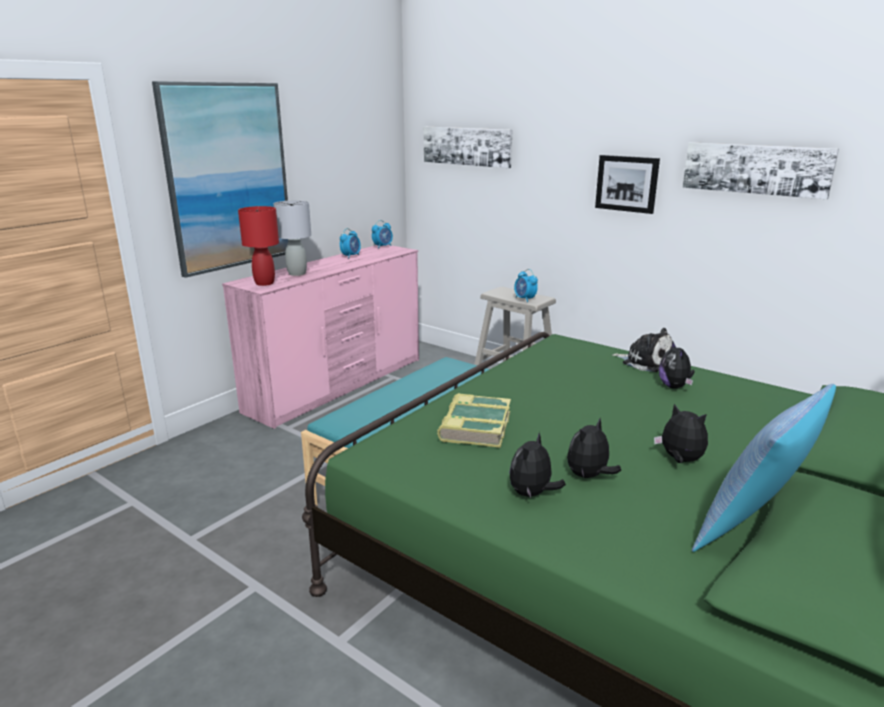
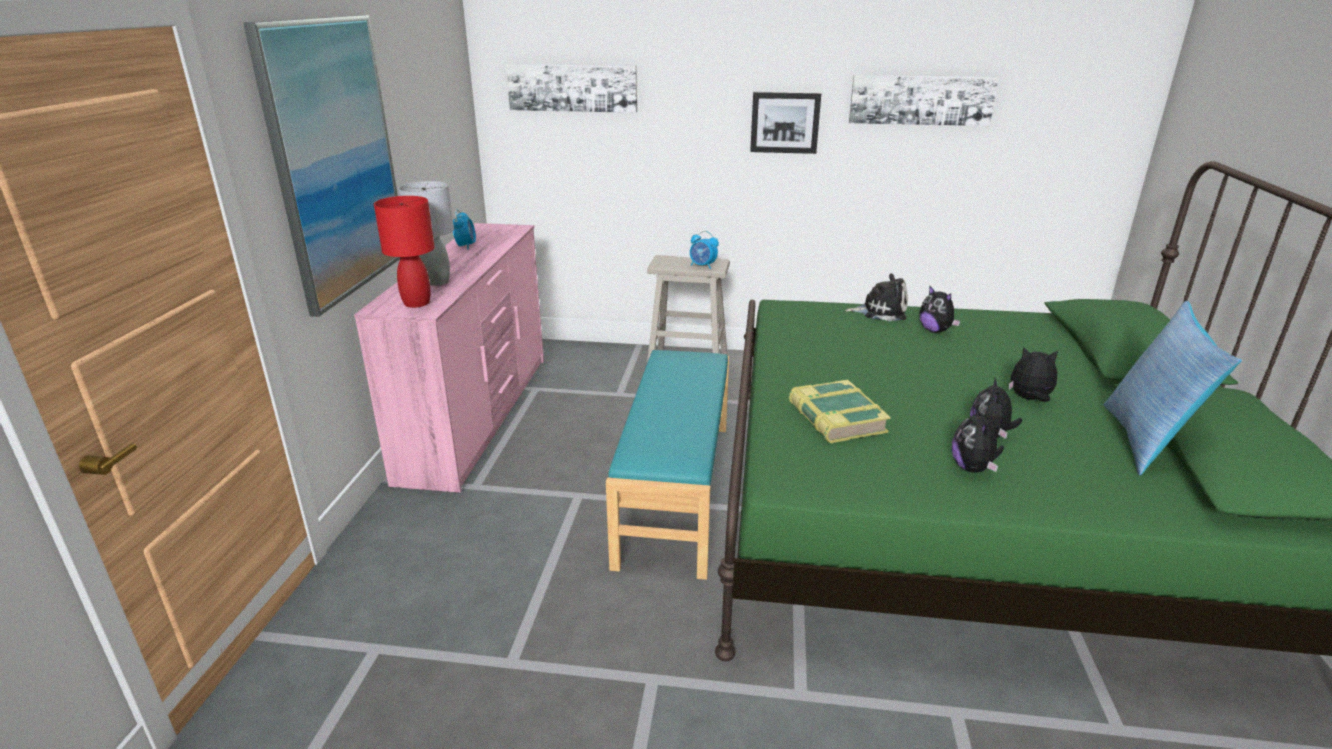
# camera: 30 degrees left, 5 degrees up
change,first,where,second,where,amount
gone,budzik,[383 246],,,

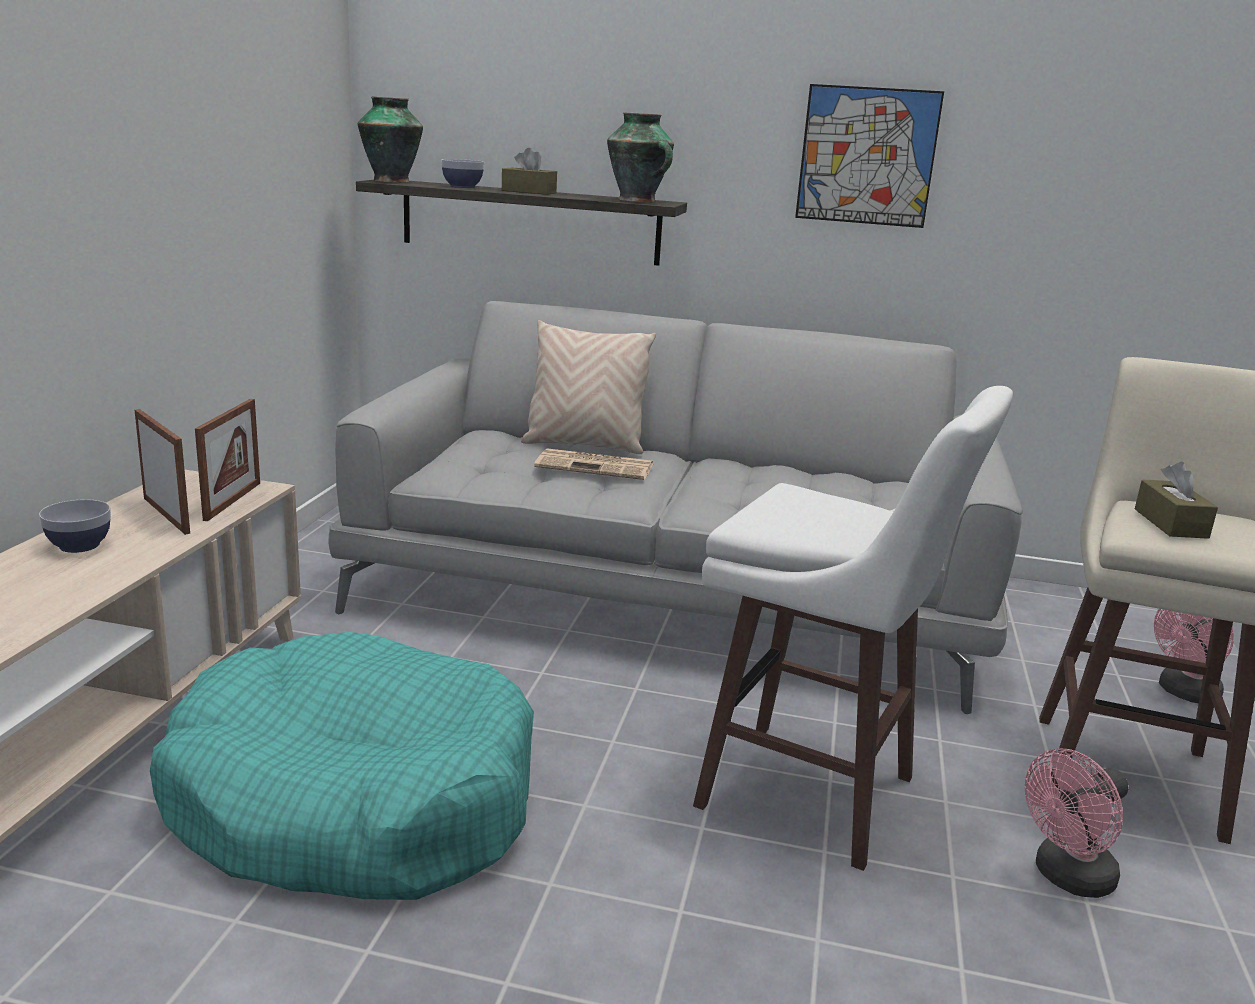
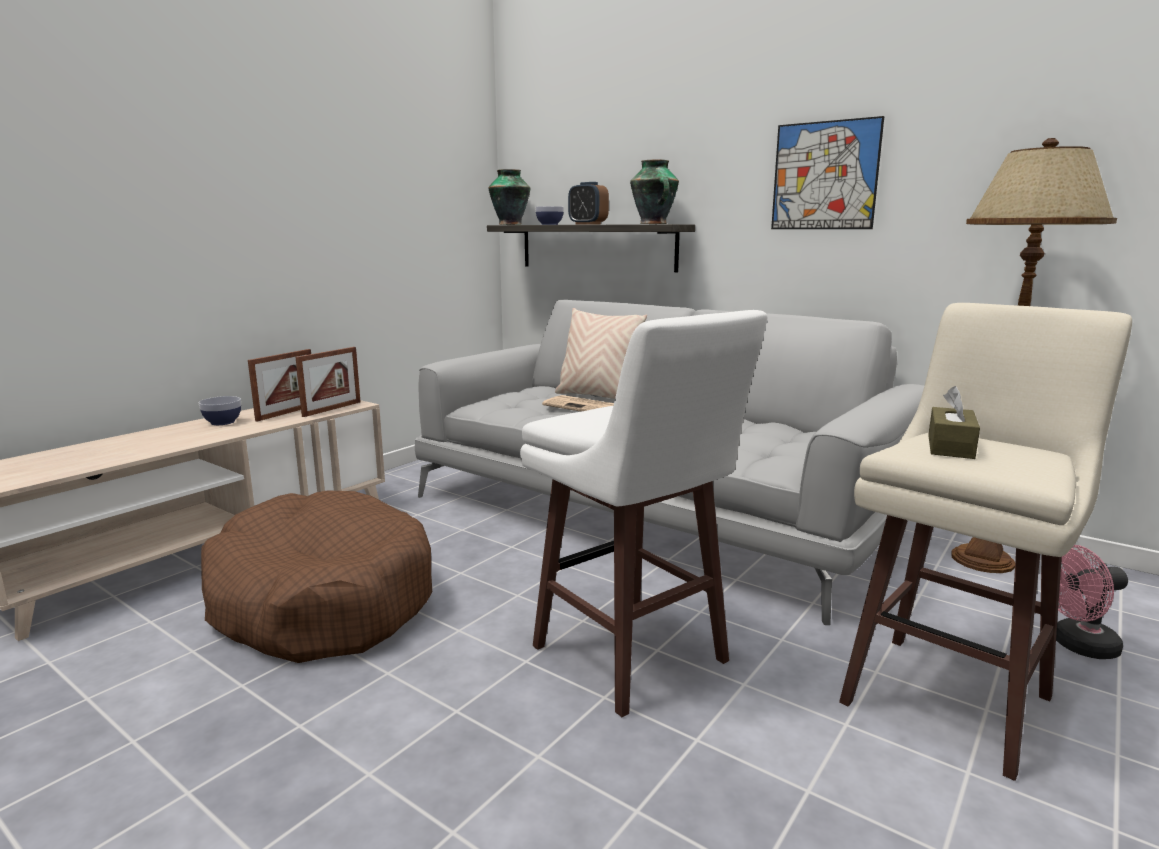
# camera: 25 degrees right, 5 degrees down
change,first,where,second,where,amount
rotated,ramka na zdjęcie,[166 515],,[287 413],45 degrees clockwise
repainted,legowisko [turkusowy],[353 801],legowisko [brązowy],[321 600],
swapped,pudełko chusteczek [brązowy],[529 192],budzik,[588 224],
gone,wentylator [różowy],[1067 878],,,
new,,,lampa stojąca [brązowy],[983 560],

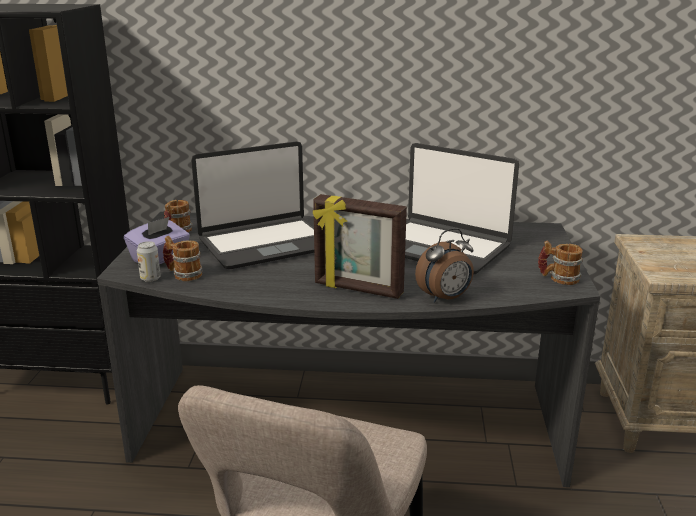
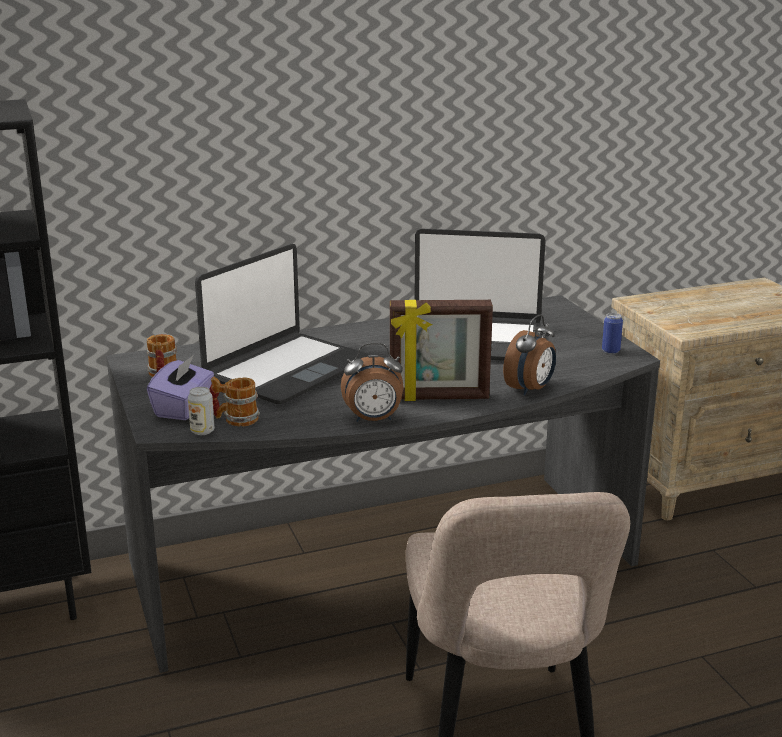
# camera: 25 degrees left, 0 degrees up
change,first,where,second,where,amount
swapped,kubek,[558 278],puszka,[610 351],
new,,,budzik,[373 420],

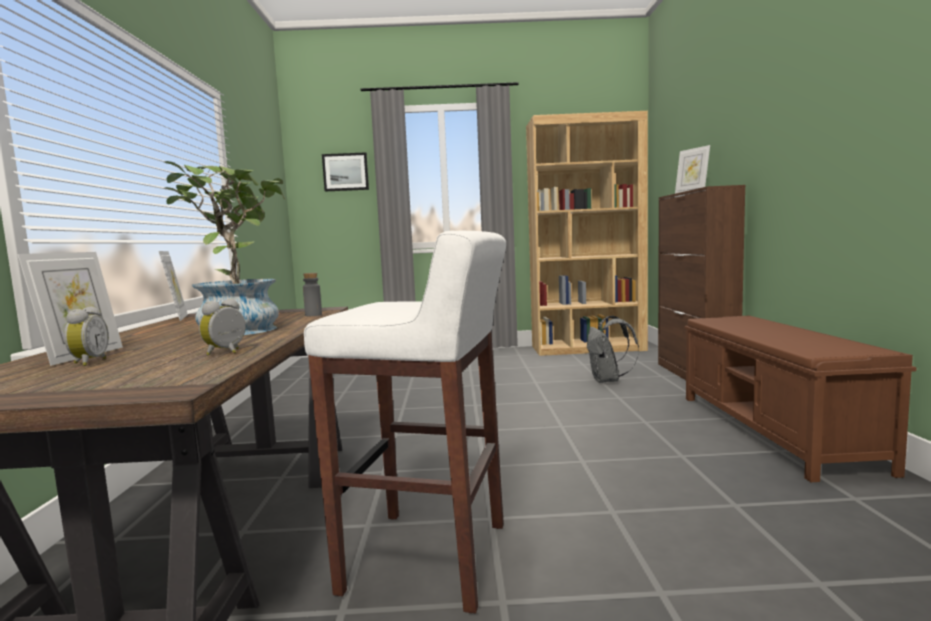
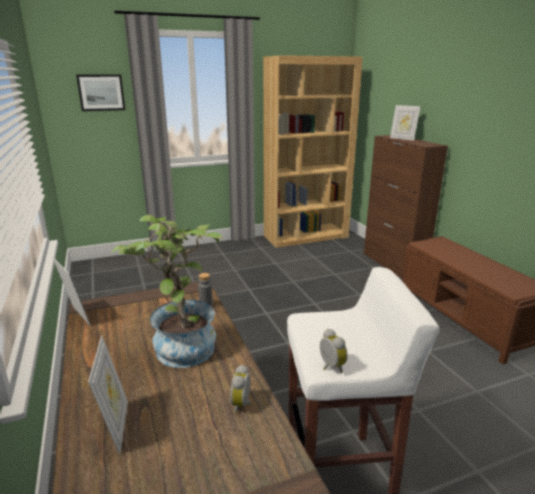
# camera: 20 degrees left, 15 degrees up
change,first,where,second,where,amount
shifted,budzik,[87 362],,[330 367],
gone,plecak [szary],[608 380],,,

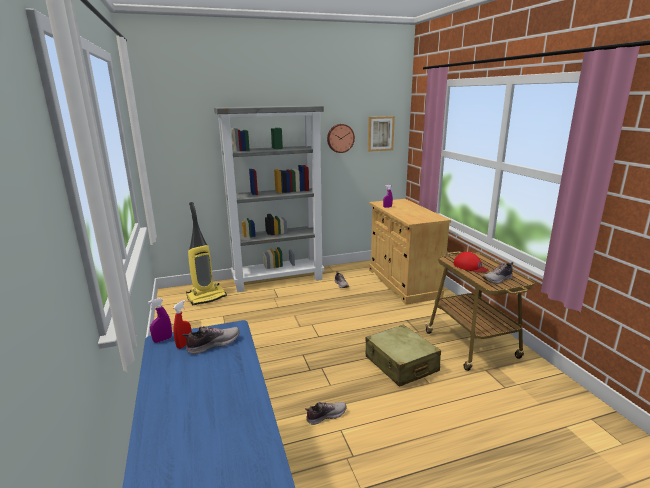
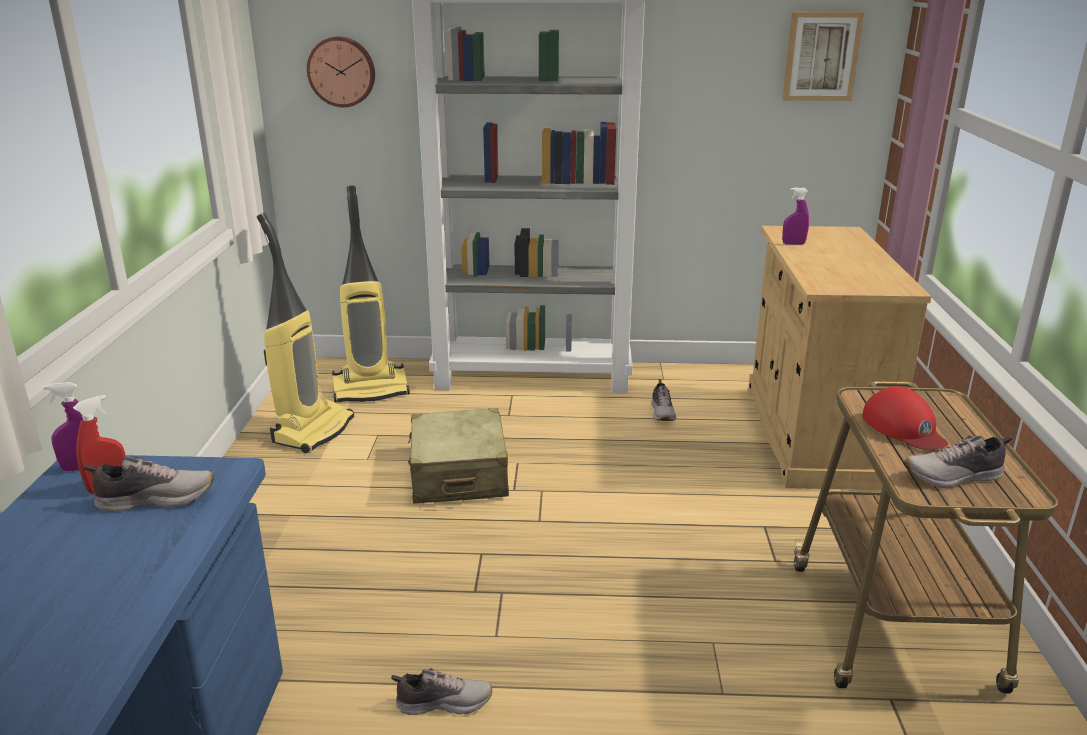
# camera: 20 degrees right, 5 degrees up
change,first,where,second,where,amount
shifted,zegar ścienny,[340 138],,[342 71],
shifted,walizka [beżowy],[401 364],,[459 474],
new,,,odkurzacz,[313 430],

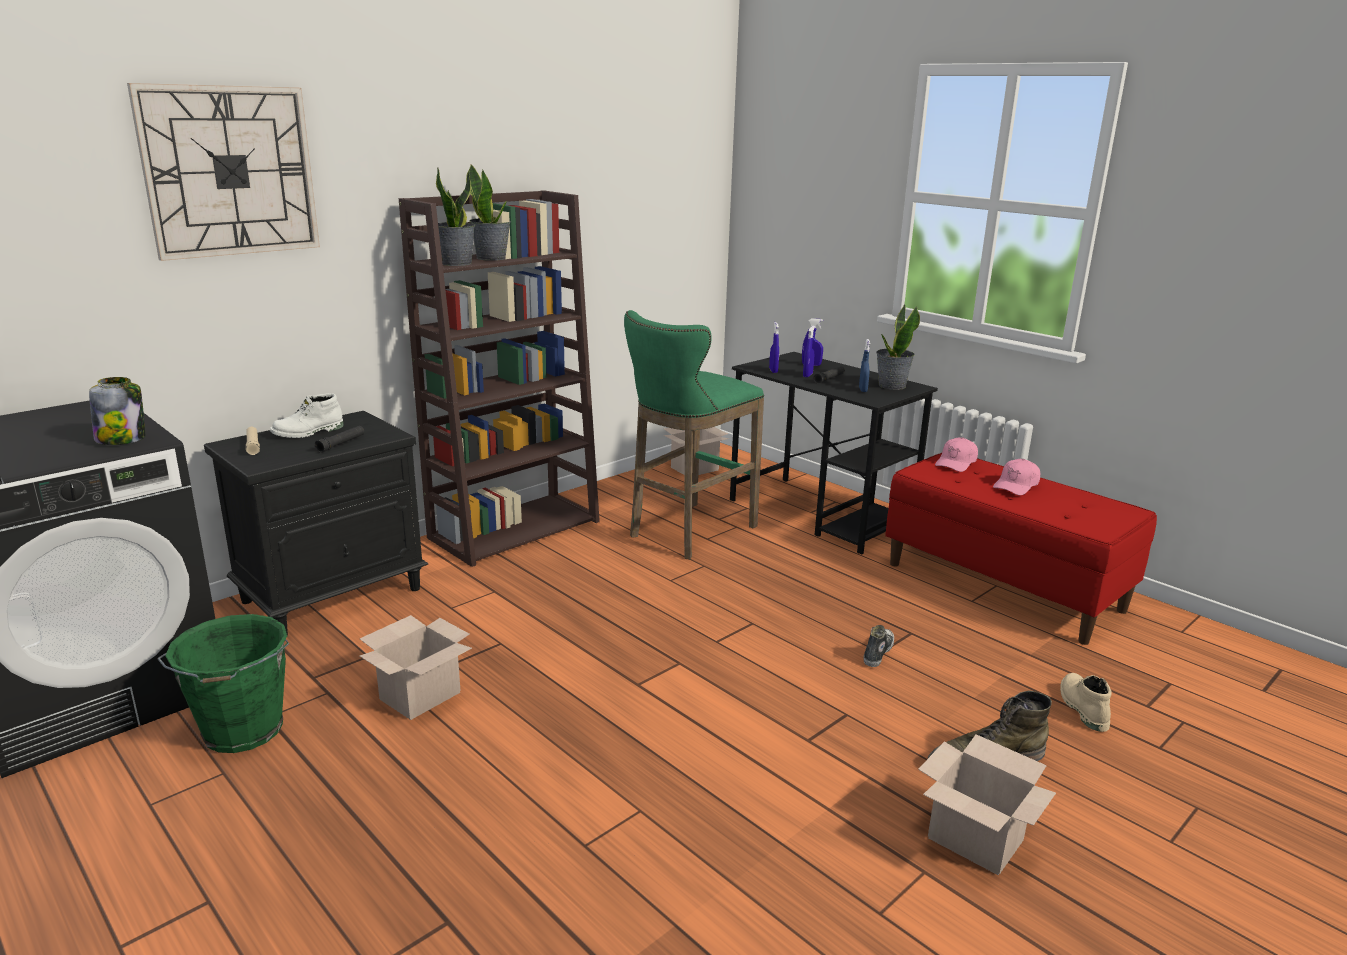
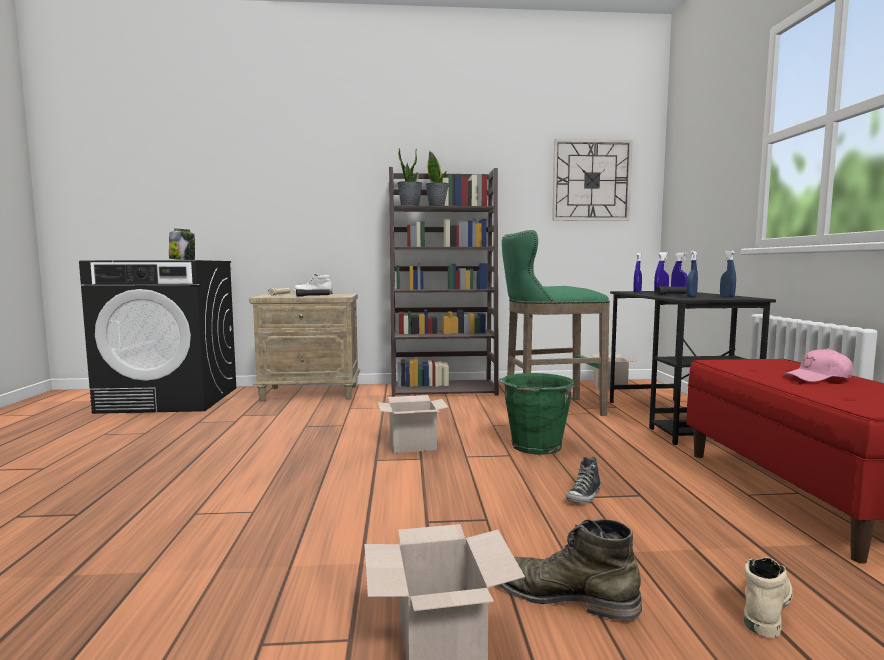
# camera: 40 degrees right, 15 degrees down
change,first,where,second,where,amount
shifted,zegar ścienny,[230 171],,[591 180],
shifted,wiadro [zielony],[242 732],,[535 447],
repainted,szafka nocna [czarny],[333 594],szafka nocna [beżowy],[311 393],
shifted,karton,[421 694],,[413 445],
rotated,but,[877 652],,[584 496],150 degrees clockwise
swapped,roślina doniczkowa,[891 386],spryskiwacz [niebieski],[727 297],
gone,czapka z daszkiem [różowy],[956 463],,,

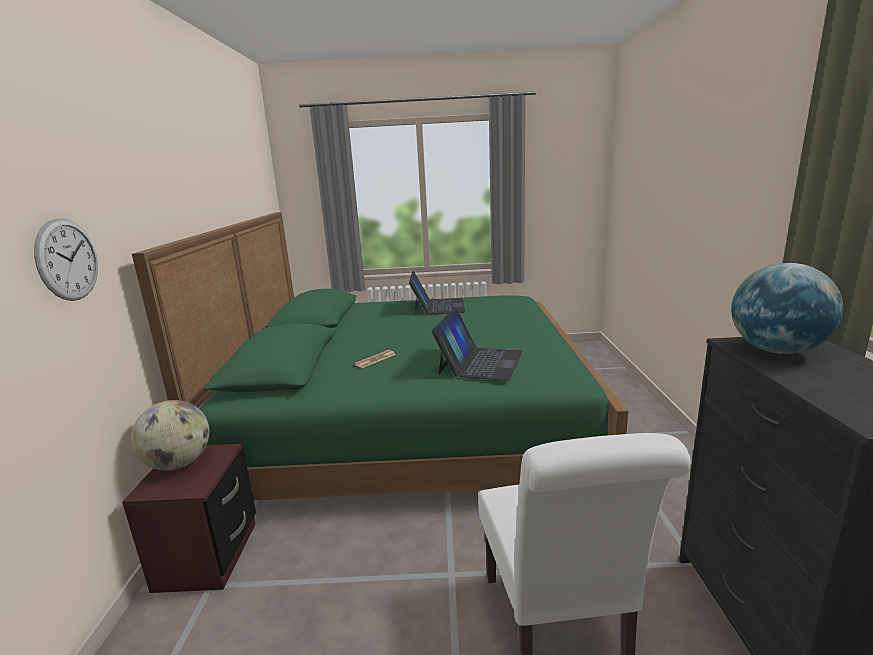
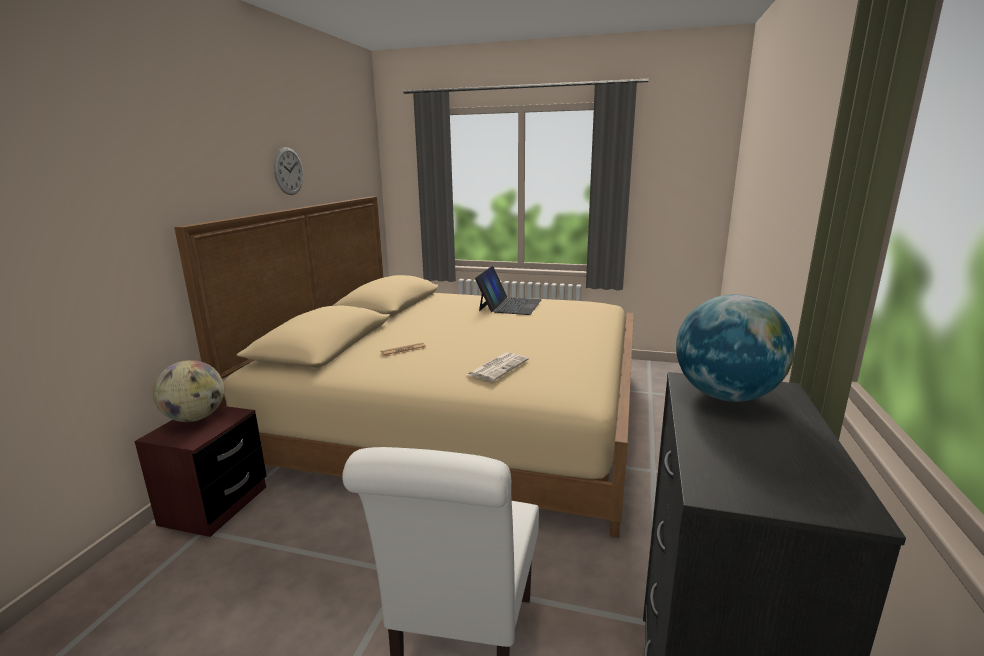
# camera: 15 degrees right, 0 degrees up
change,first,where,second,where,amount
shifted,zegar ścienny,[68 260],,[288 171],
repainted,łóżko [zielony],[414 416],łóżko [beżowy],[461 414],
swapped,laptop,[480 362],gazeta,[498 367],

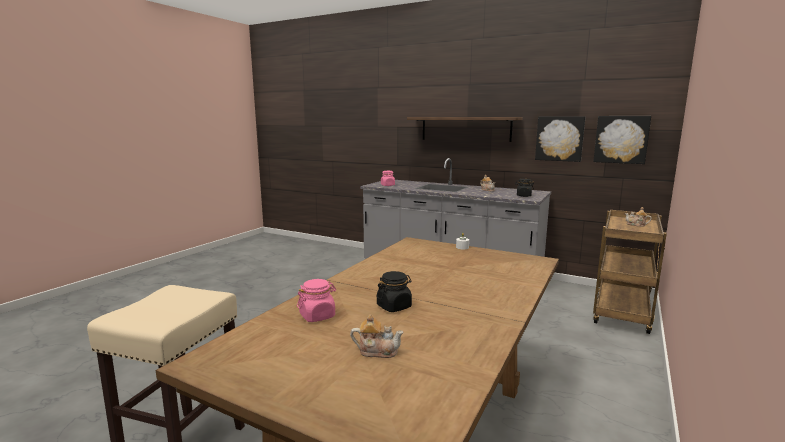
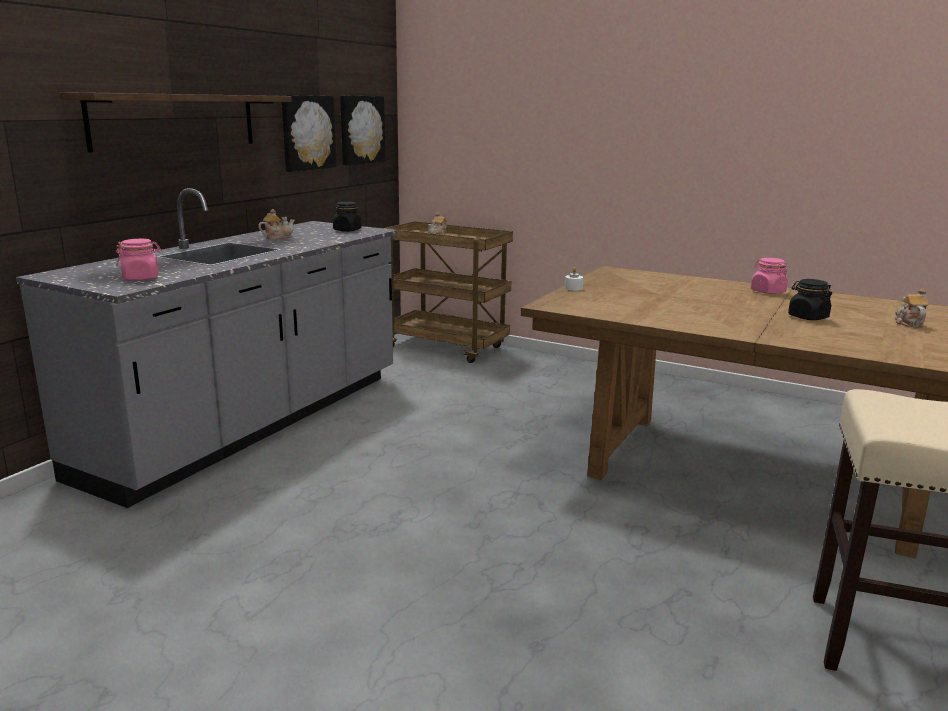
# camera: 90 degrees left, 5 degrees up
change,first,where,second,where,amount
shifted,słoik [różowy],[317 316],,[767 291],

